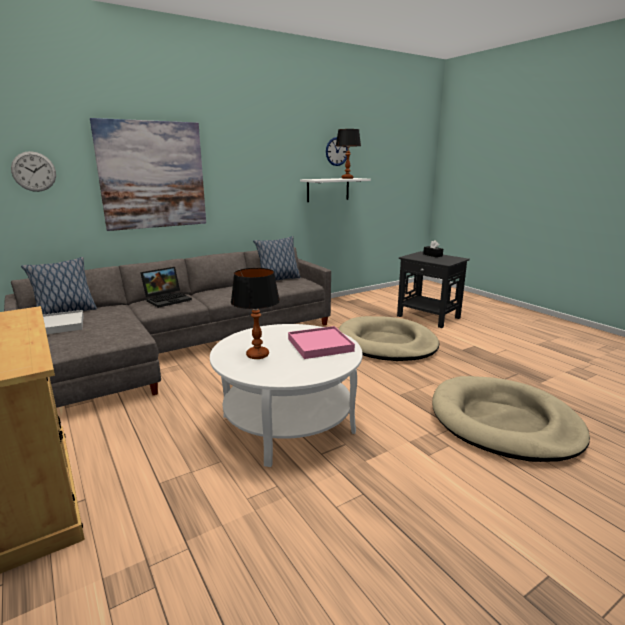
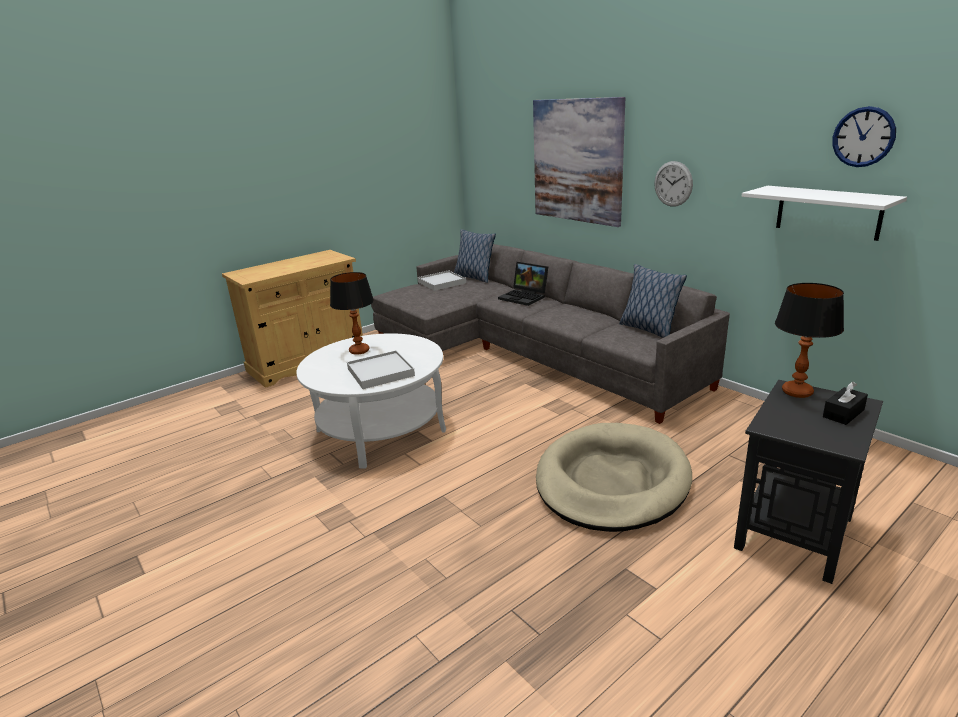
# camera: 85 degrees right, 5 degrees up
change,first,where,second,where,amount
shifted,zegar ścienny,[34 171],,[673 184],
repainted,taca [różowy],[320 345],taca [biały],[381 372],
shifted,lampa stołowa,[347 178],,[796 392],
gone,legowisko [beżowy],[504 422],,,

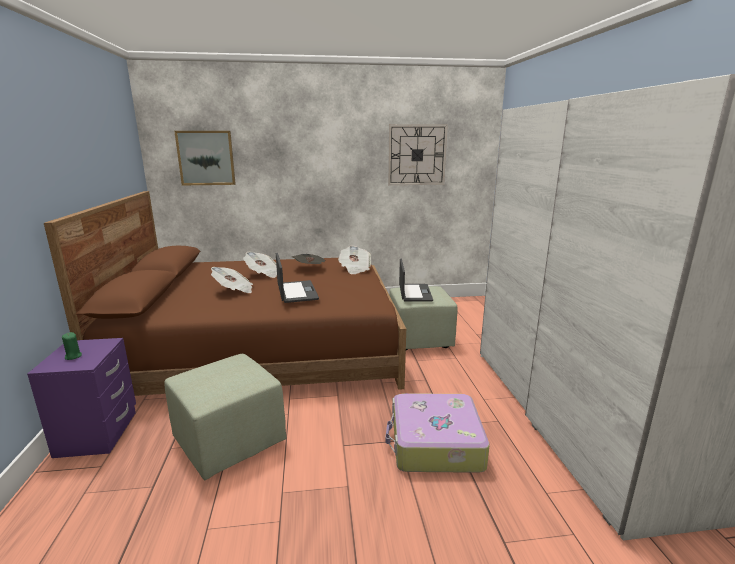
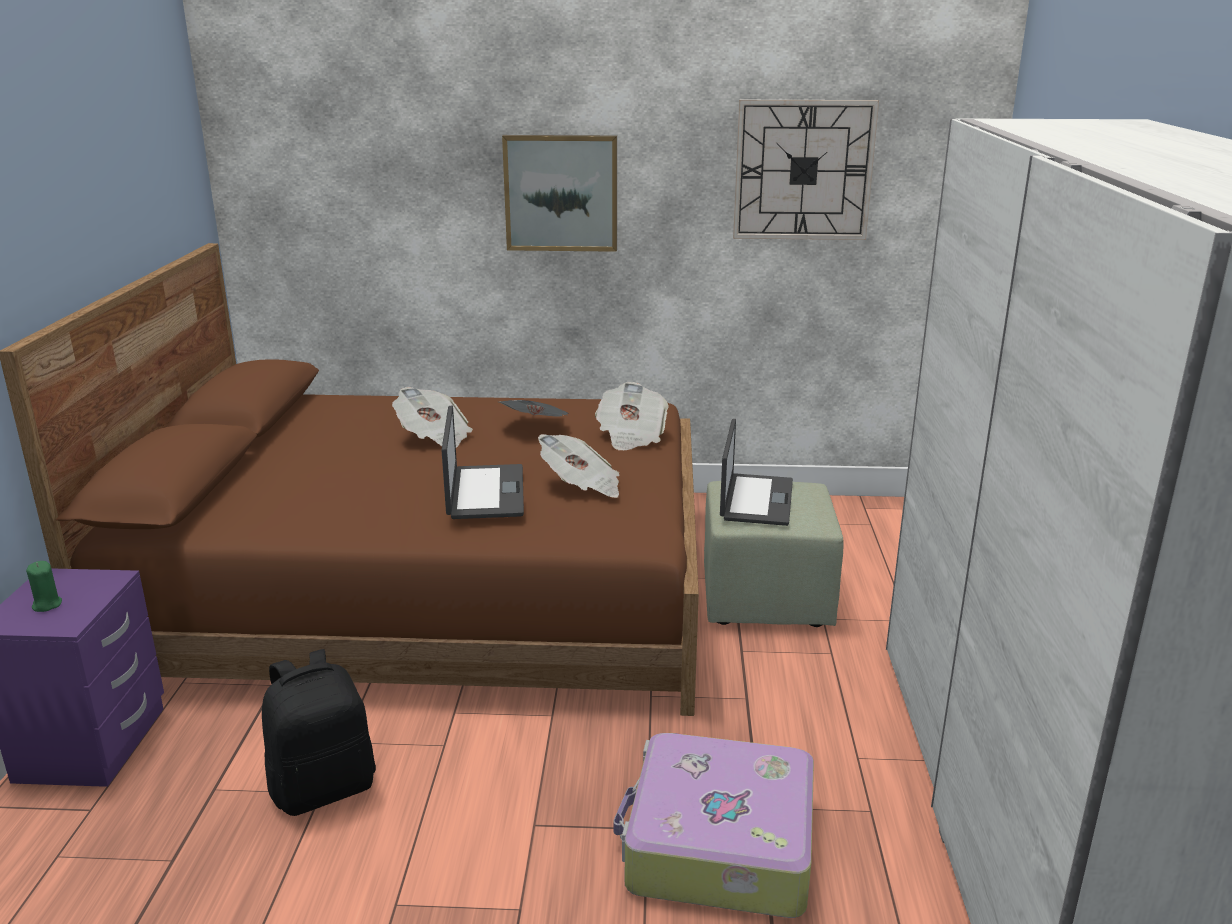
# camera: 10 degrees right, 5 degrees up
change,first,where,second,where,amount
swapped,pufa [zielony],[230 440],plecak [czarny],[324 787],
shifted,obraz,[206 158],,[561 193],
shifted,gazeta,[234 290],,[582 486],

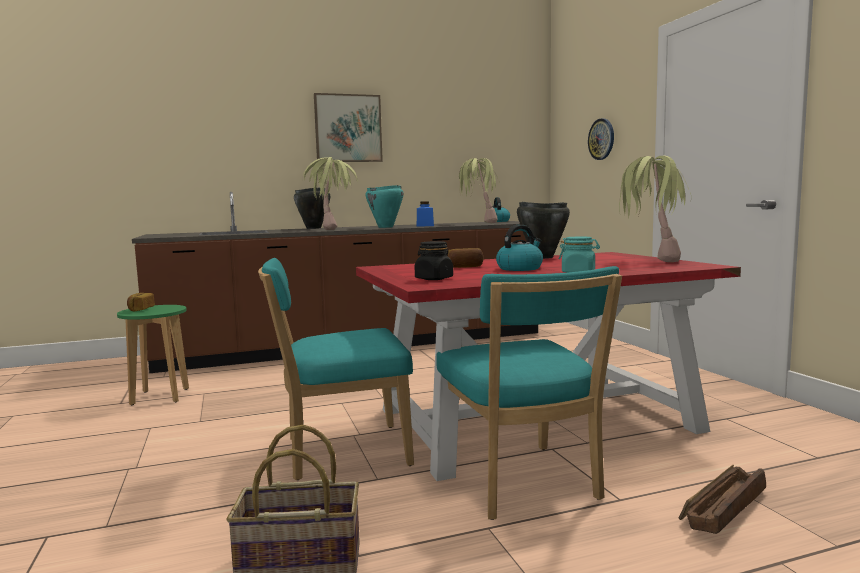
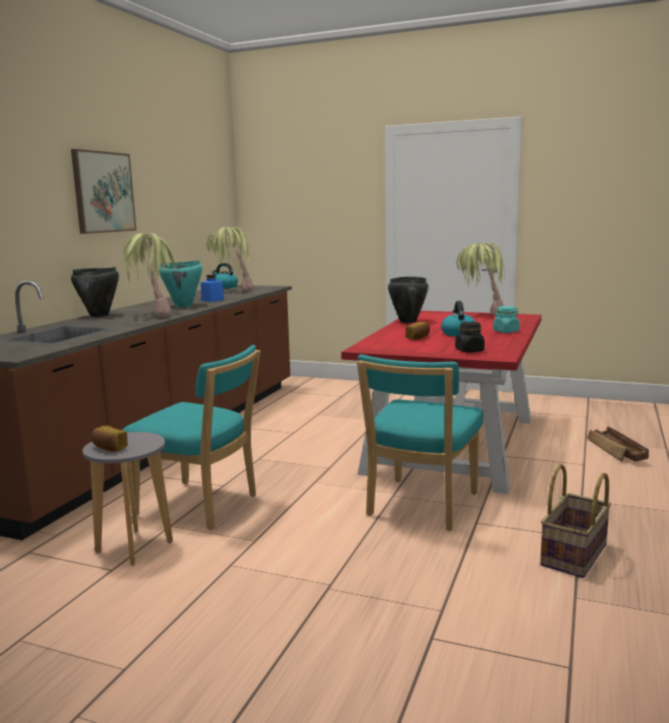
# camera: 50 degrees left, 5 degrees up
change,first,where,second,where,amount
repainted,stołek [zielony],[160 396],stołek [szary],[134 547],
shifted,krzesło [turkusowy],[522 484],,[201 506],
gone,zegar ścienny,[601 139],,,

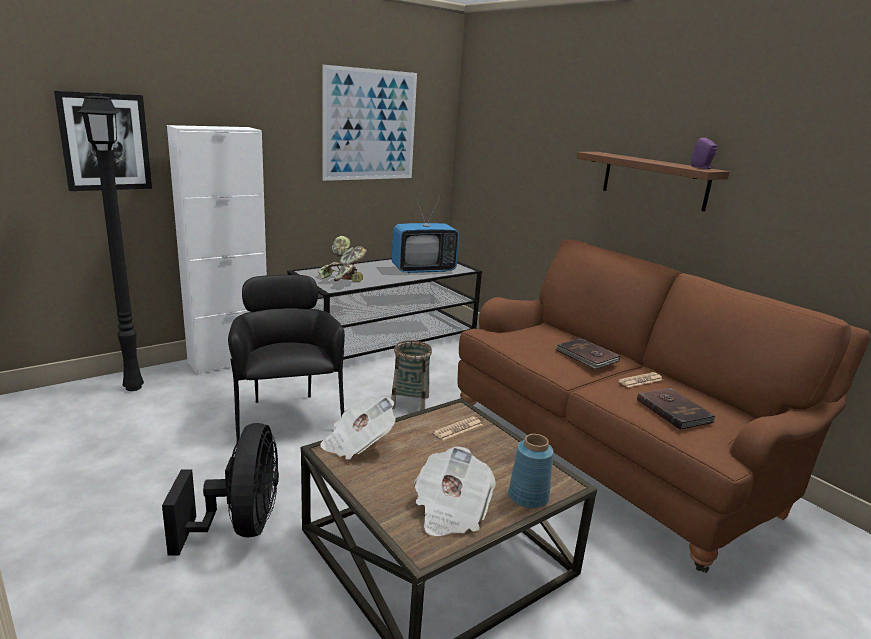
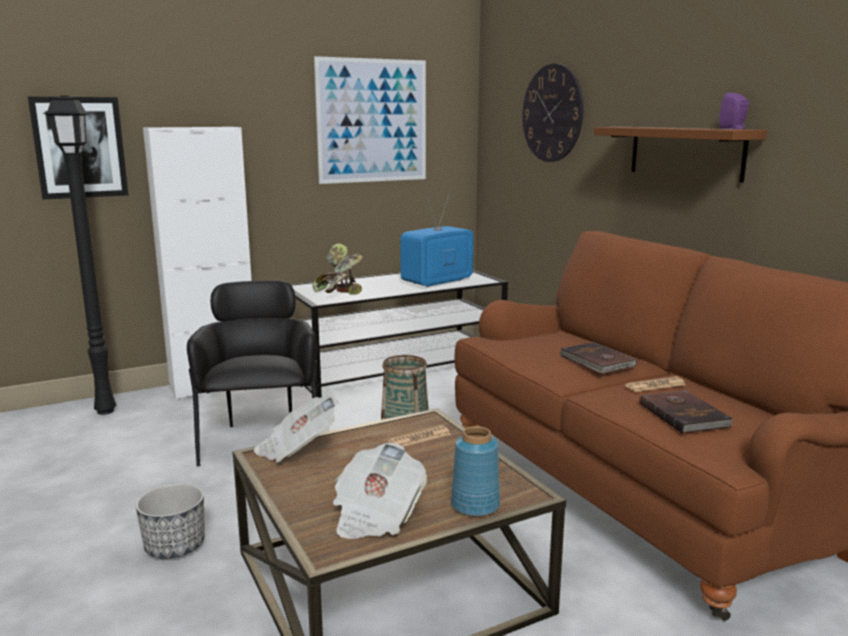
# camera: 10 degrees right, 5 degrees down
change,first,where,second,where,amount
swapped,wentylator [czarny],[240 526],donica,[174 546],
rotated,telewizor,[423 270],,[437 282],150 degrees clockwise
new,,,zegar ścienny,[552 113],

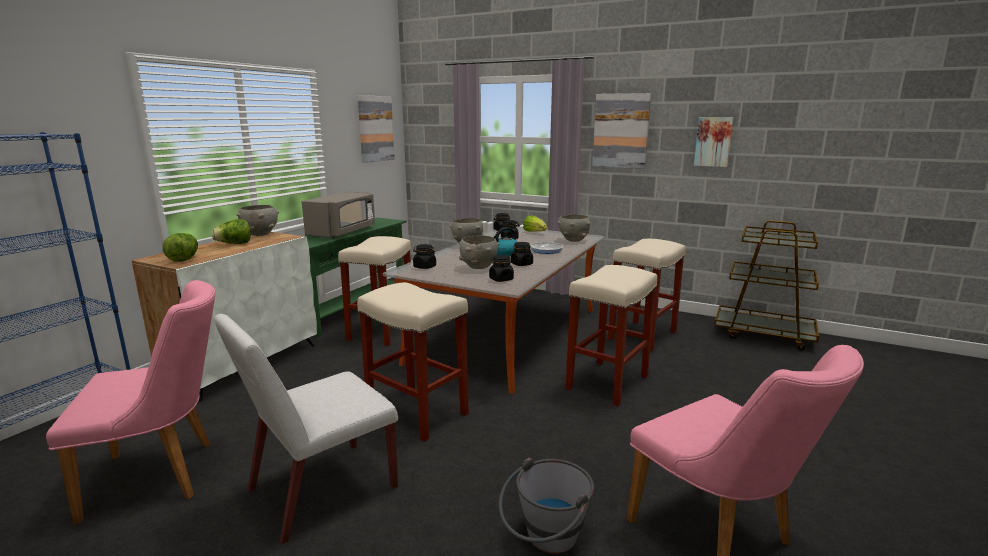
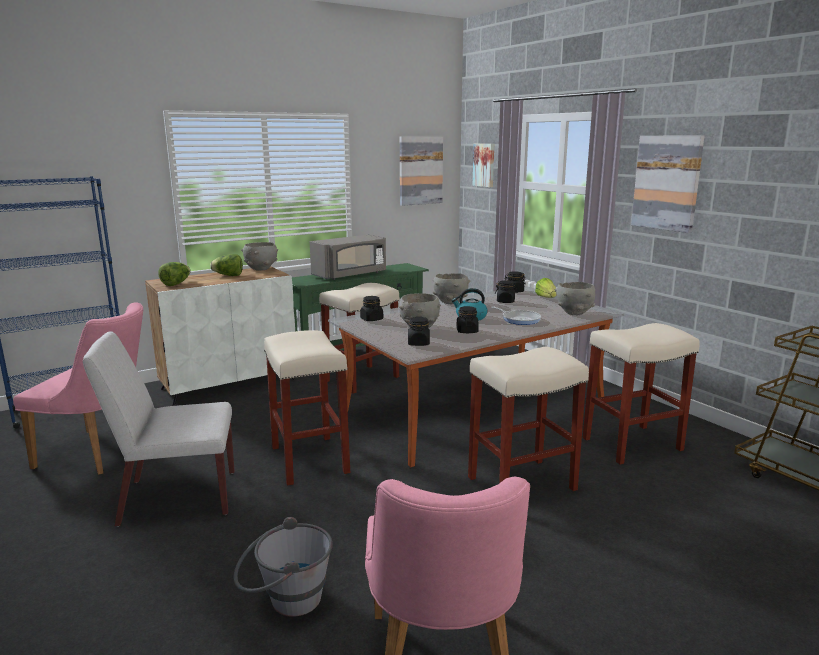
# camera: 30 degrees right, 0 degrees up
change,first,where,second,where,amount
shifted,obraz,[713 141],,[484 165],

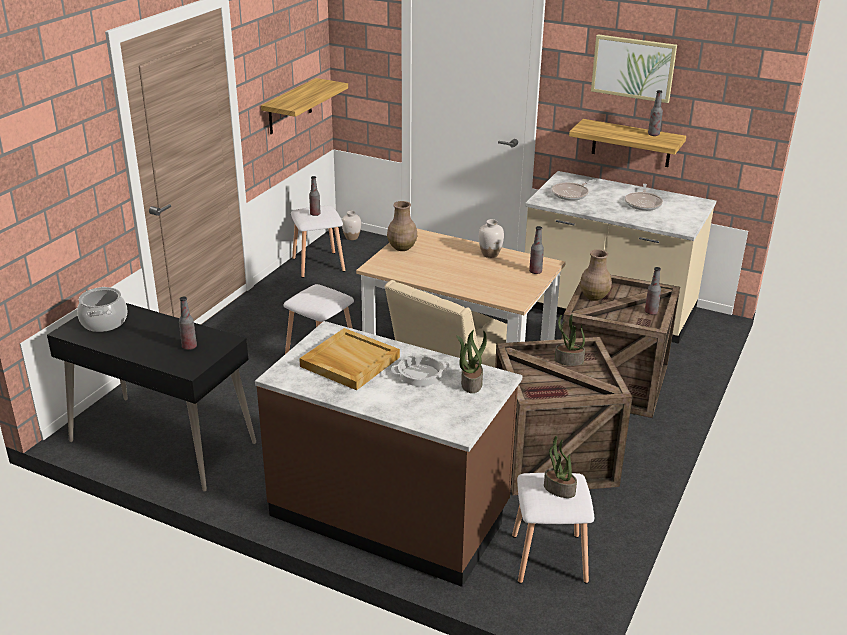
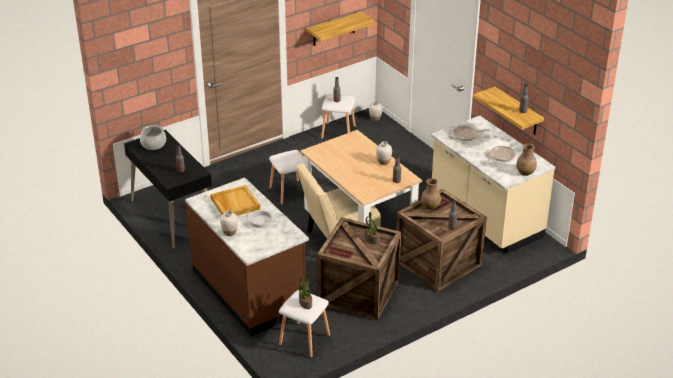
# camera: 30 degrees right, 5 degrees up
change,first,where,second,where,amount
shifted,wazon [brązowy],[402 248],,[525 173],
gone,roślina doniczkowa,[471 383],,,
gone,obraz,[633 68],,,
new,,,wazon [biały],[230 232],

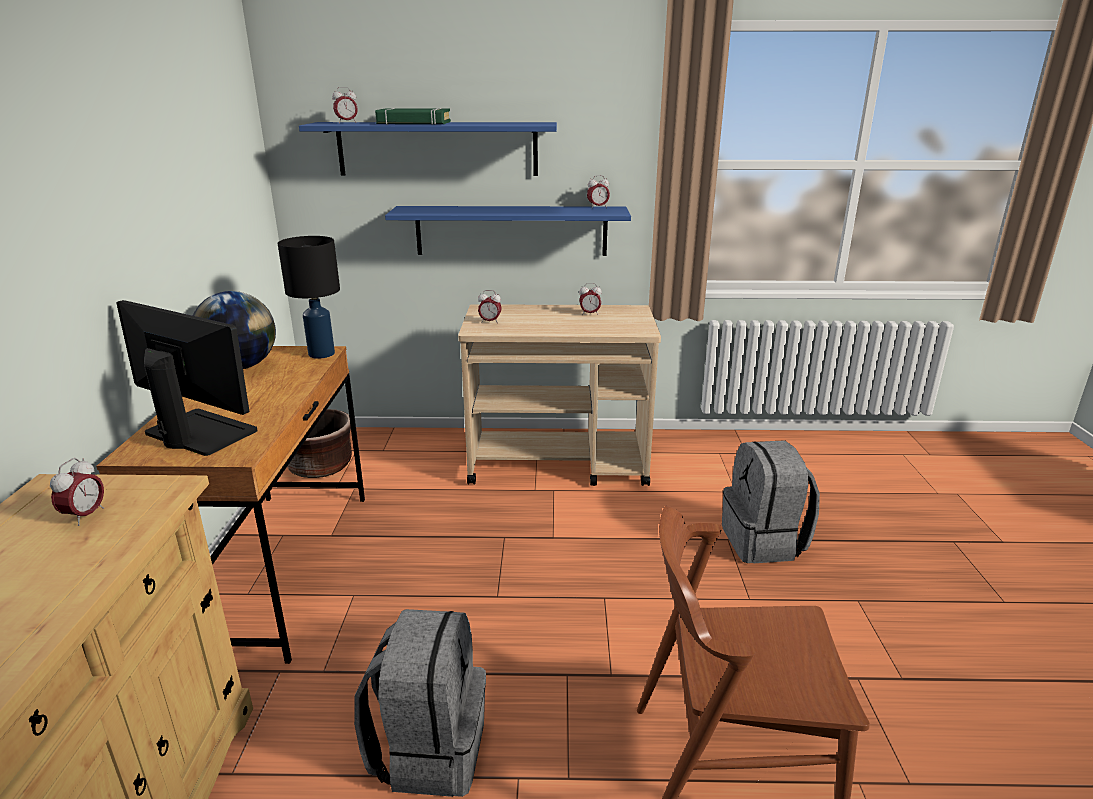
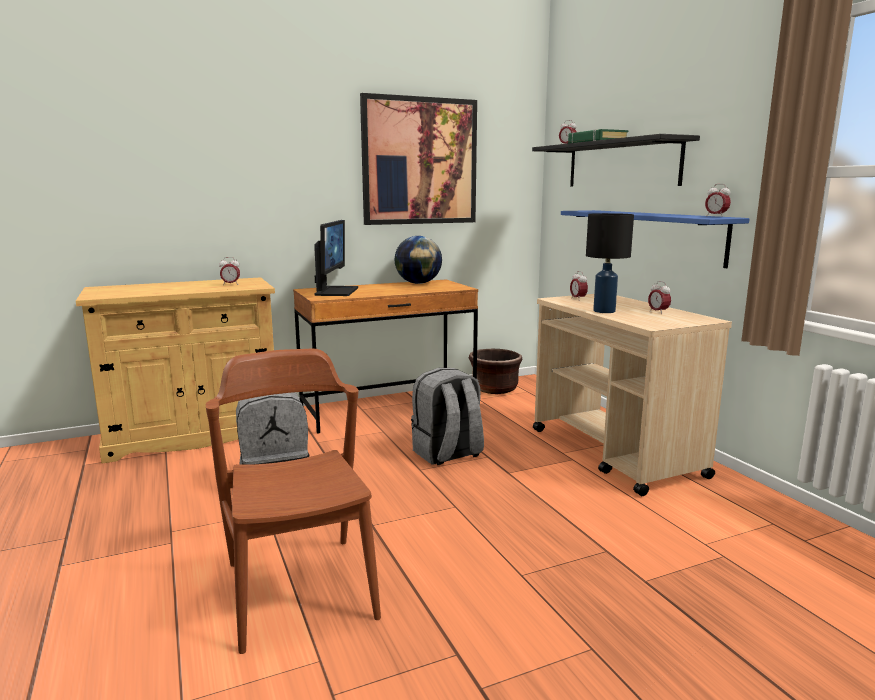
# camera: 65 degrees right, 10 degrees down
change,first,where,second,where,amount
shifted,lampa stołowa [czarny],[321 354],,[603 311],
repainted,półka [niebieski],[437 149],półka [czarny],[621 164],
shifted,plecak [szary],[764 542],,[447 454],
new,,,obraz,[419 161],

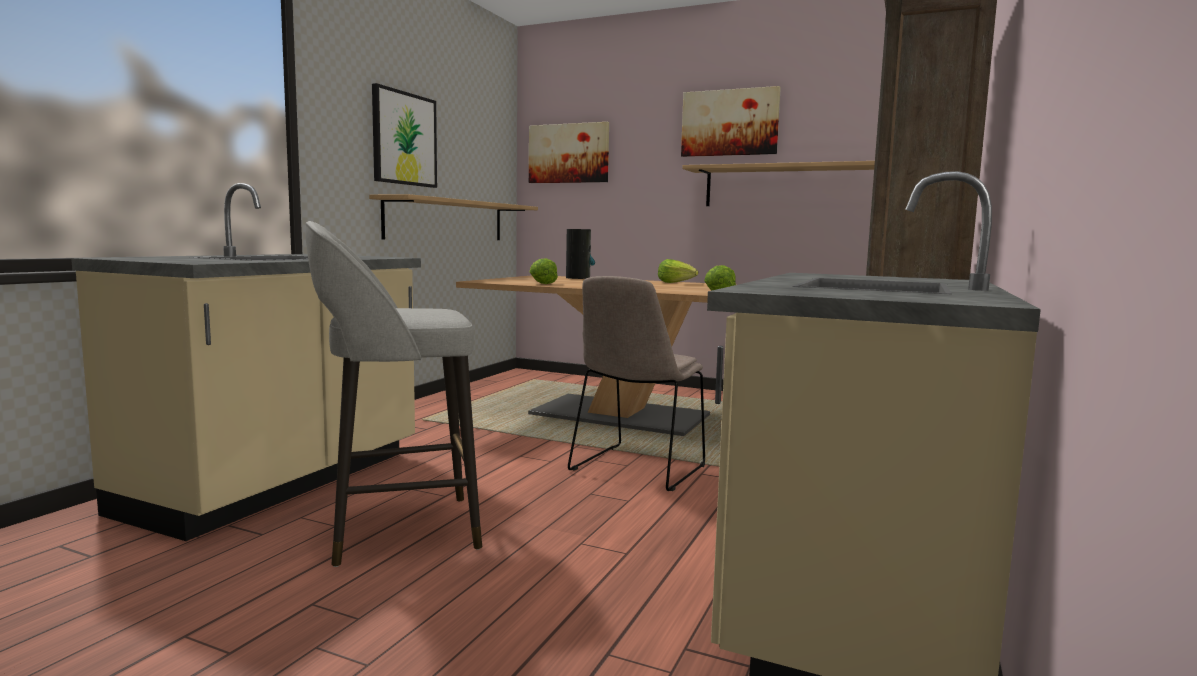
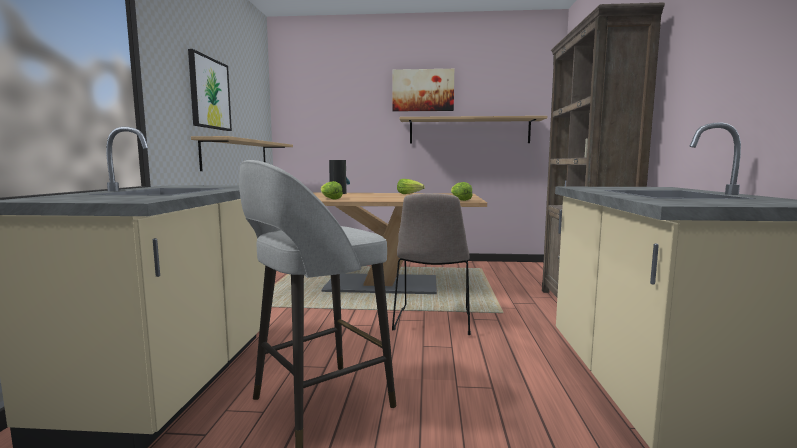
# camera: 20 degrees left, 0 degrees up
change,first,where,second,where,amount
gone,obraz,[569 153],,,

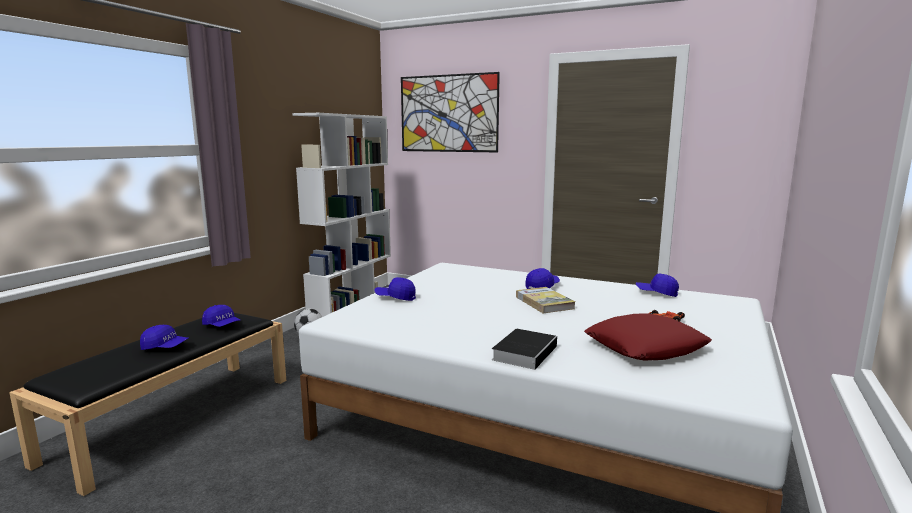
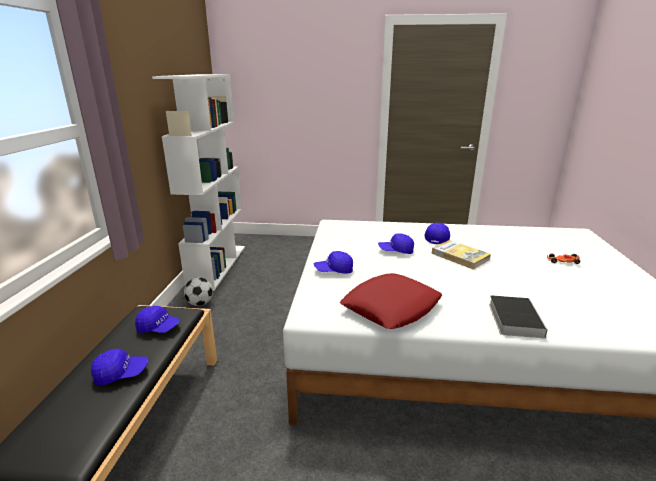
# camera: 20 degrees left, 10 degrees up
change,first,where,second,where,amount
gone,obraz,[448 113],,,
shifted,poduszka [czerwony],[645 346],,[391 307],
shifted,czapka z daszkiem [niebieski],[656 293],,[395 251],

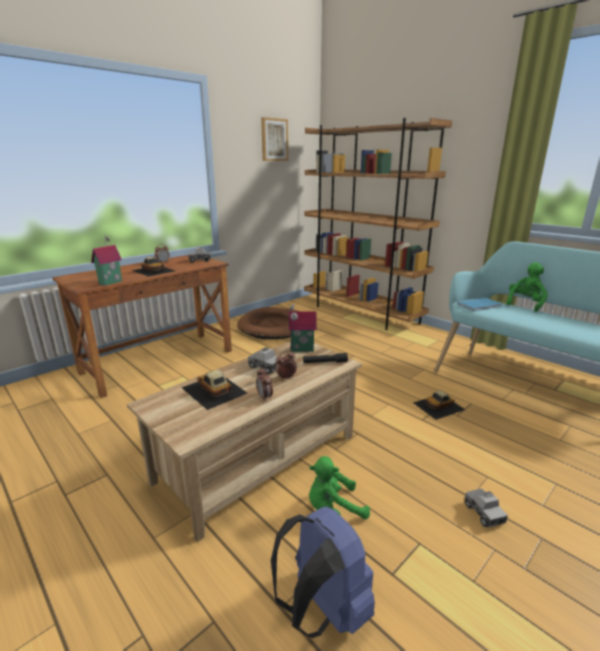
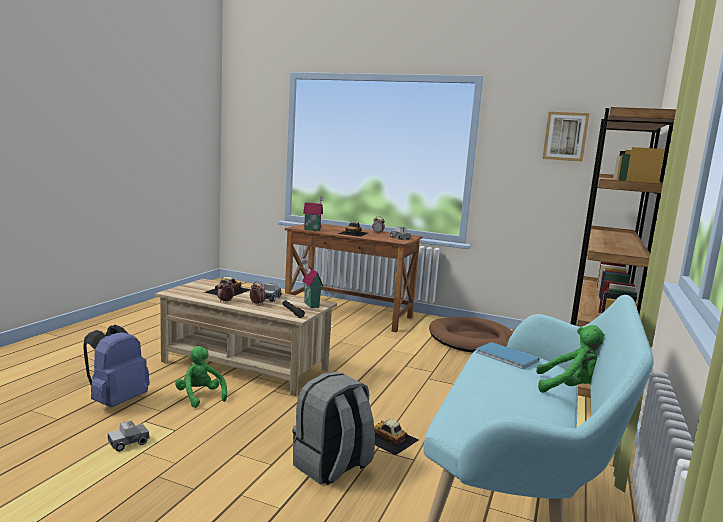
# camera: 65 degrees right, 10 degrees down
change,first,where,second,where,amount
shifted,ciężarówka zabawkowa,[483 513],,[129 443],
new,,,plecak [szary],[332 467],

